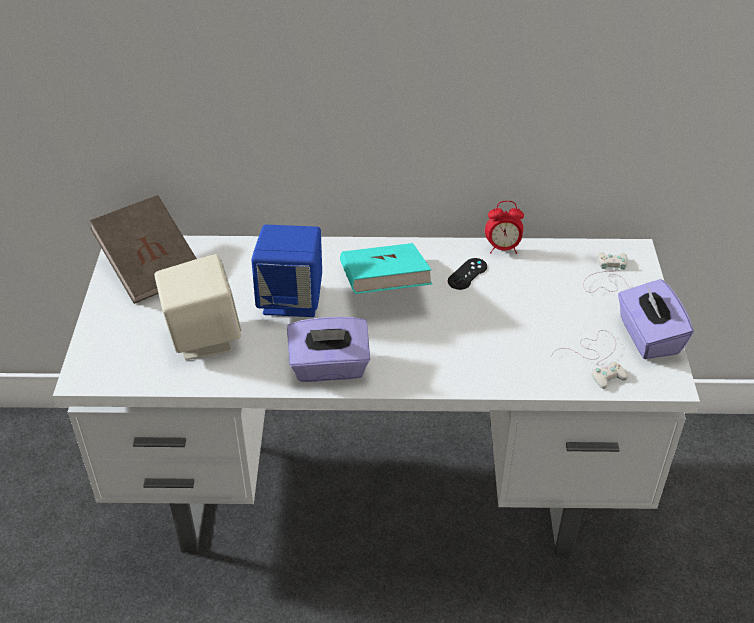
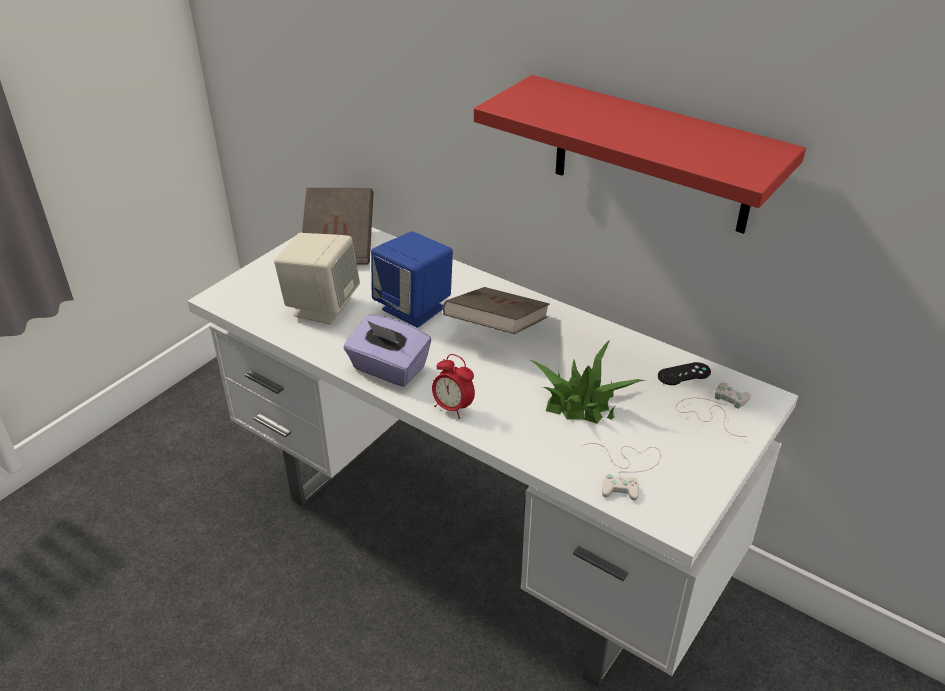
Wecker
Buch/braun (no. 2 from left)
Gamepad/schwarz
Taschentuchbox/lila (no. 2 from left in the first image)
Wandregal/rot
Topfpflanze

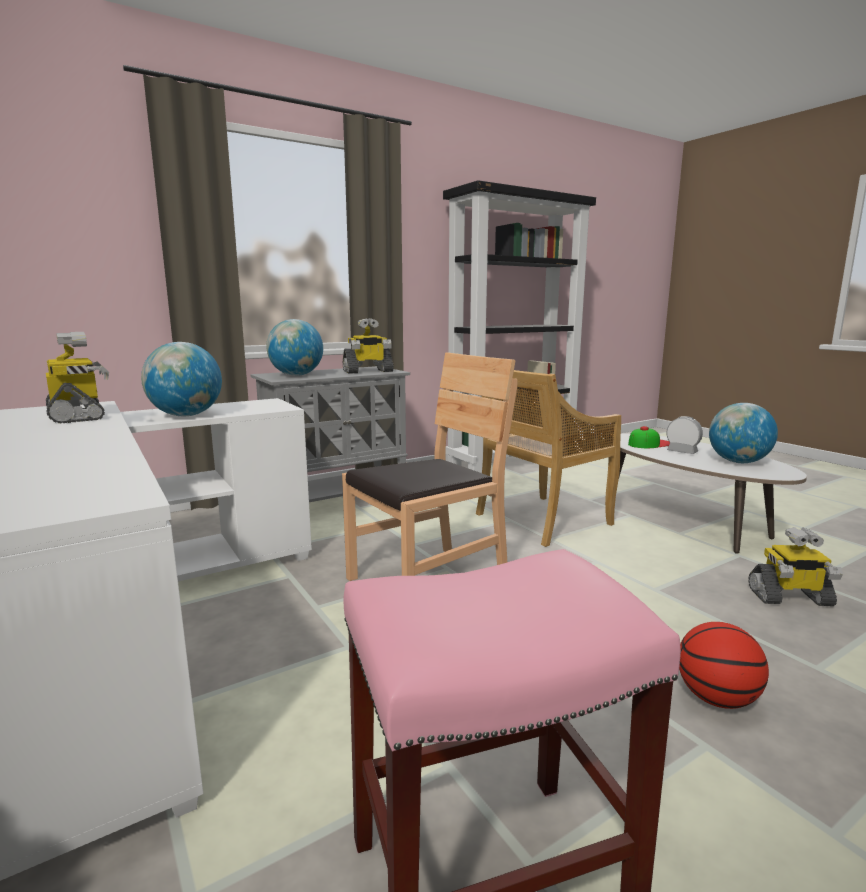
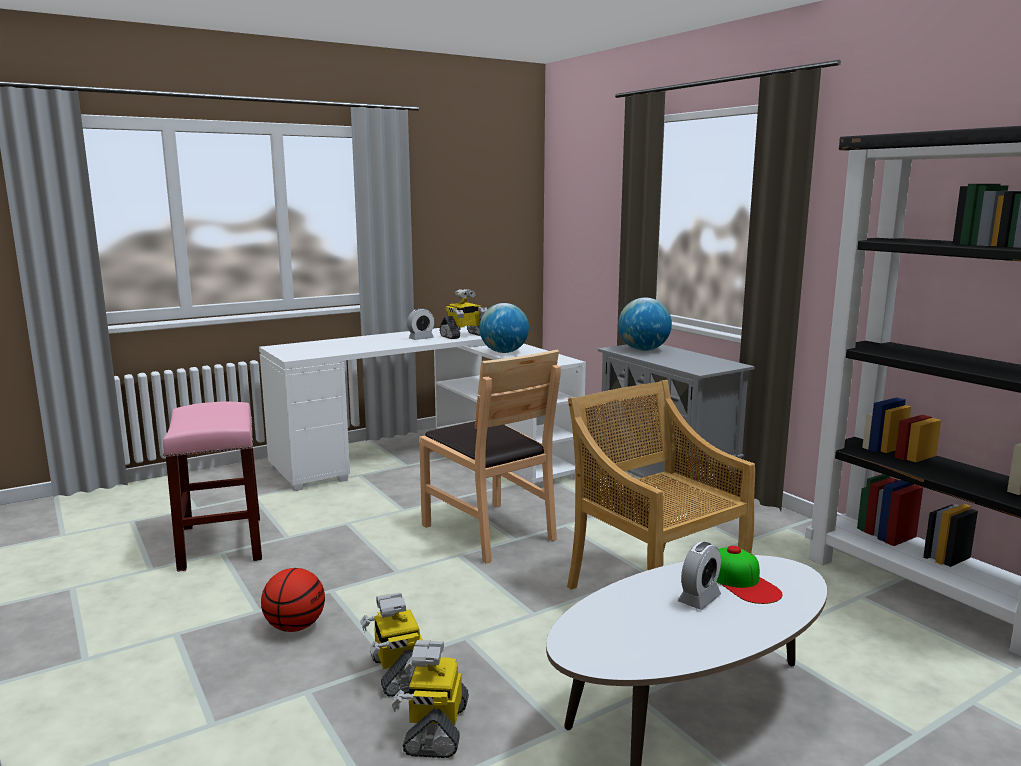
Spielzeugroboter (no. 1 from left)
Globus (no. 3 from left in the first image)
Wecker (no. 1 from left)

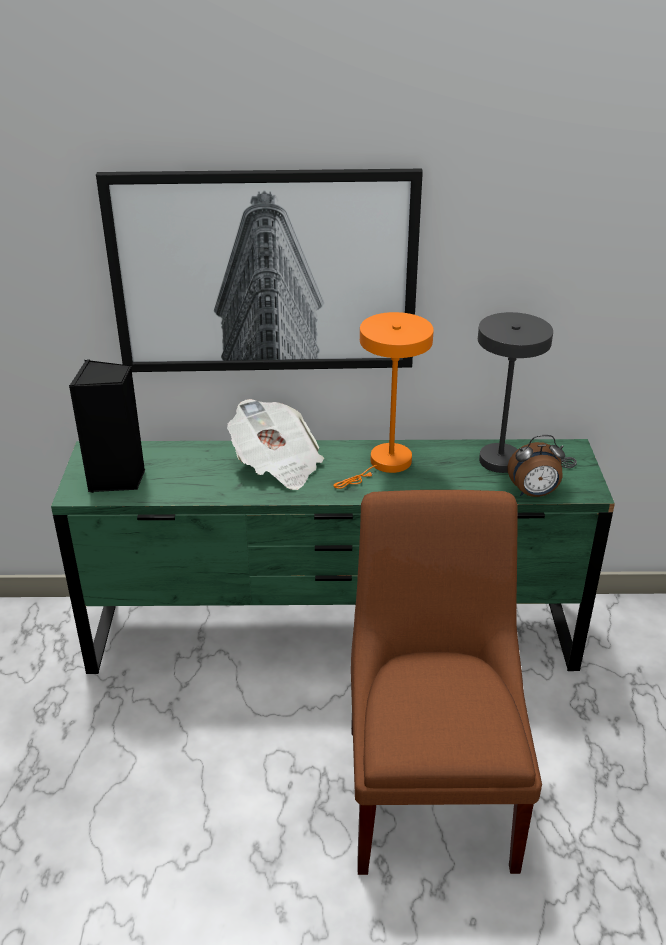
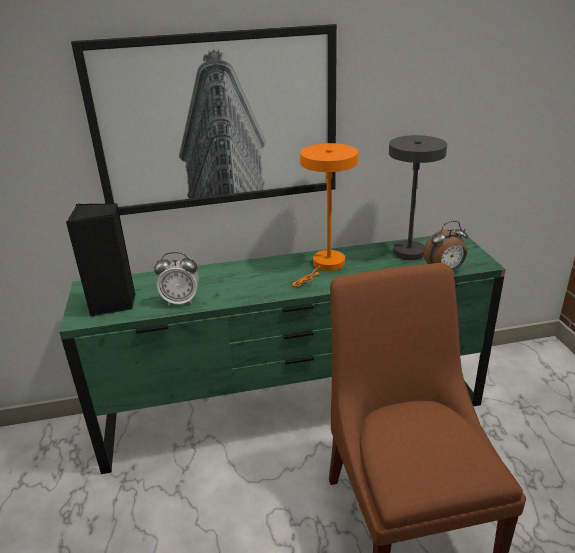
Zeitung
Wecker (no. 1 from left)

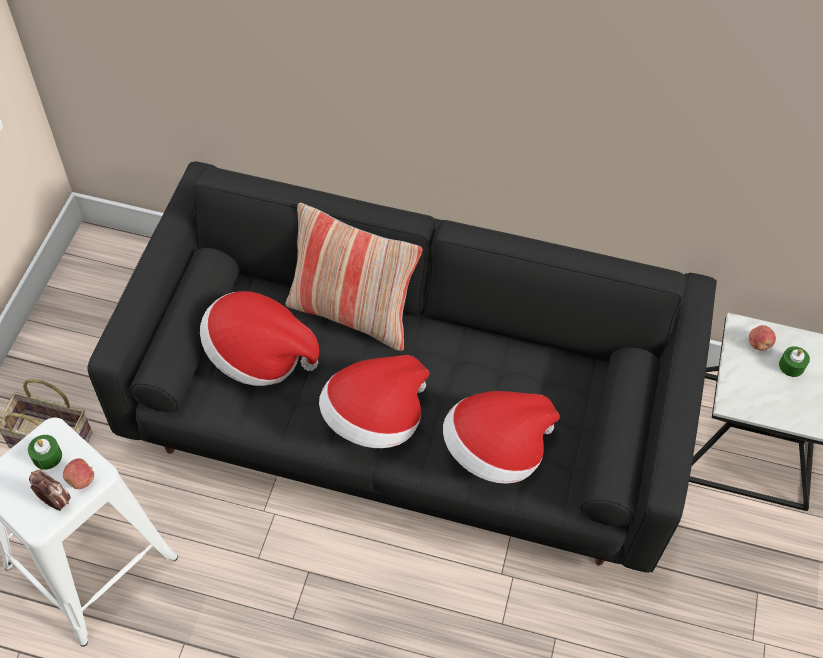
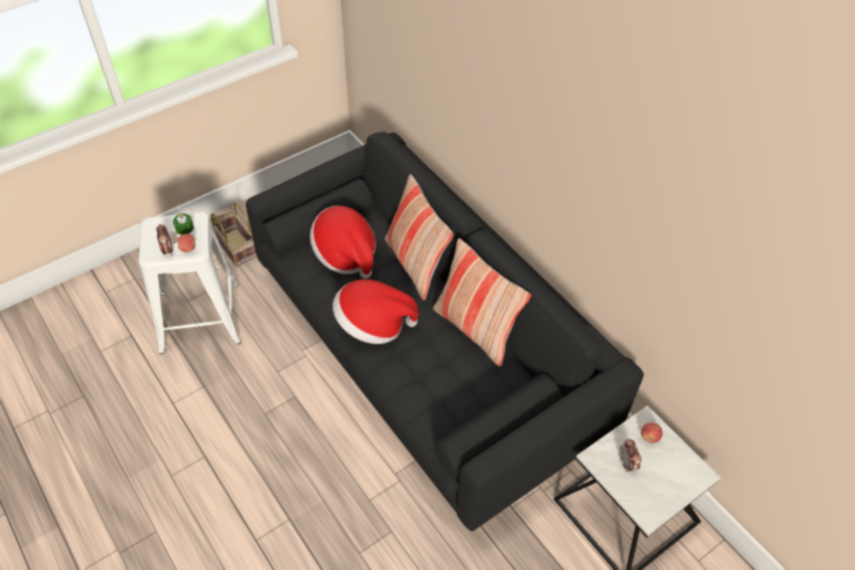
Kerze/grün (no. 2 from left in the first image)
Hut (no. 3 from left in the first image)
Kissen (no. 2 from left)
Wecker (no. 2 from left)

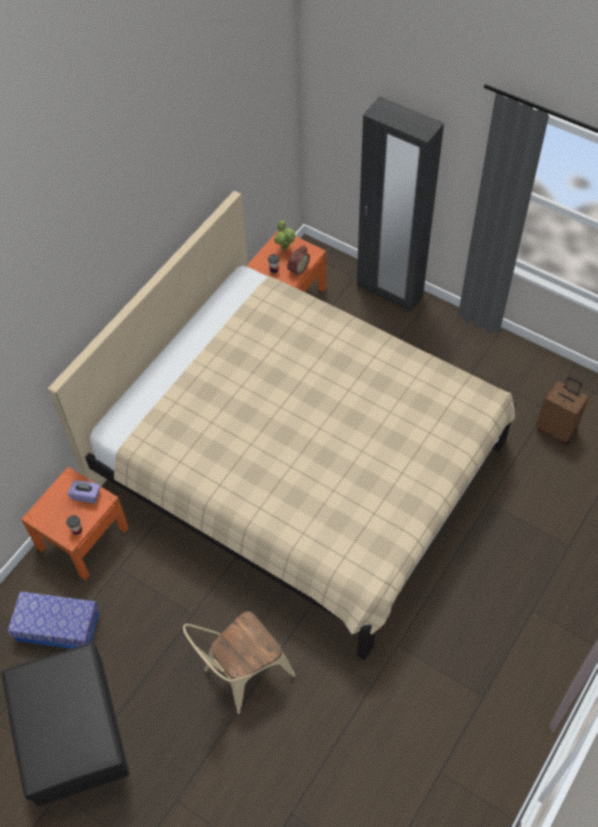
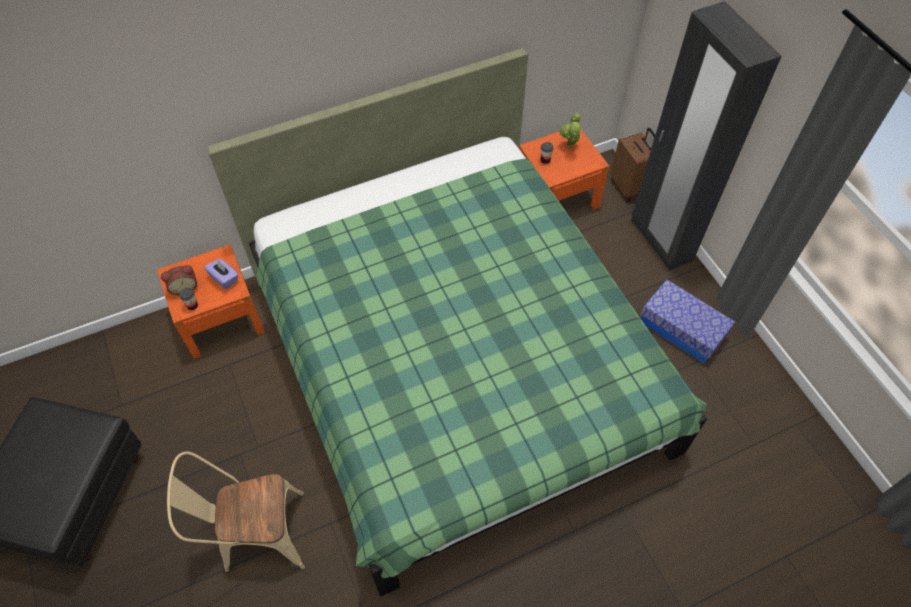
Bett/grün
Wecker
Koffer/braun
Aufbewahrungsbox

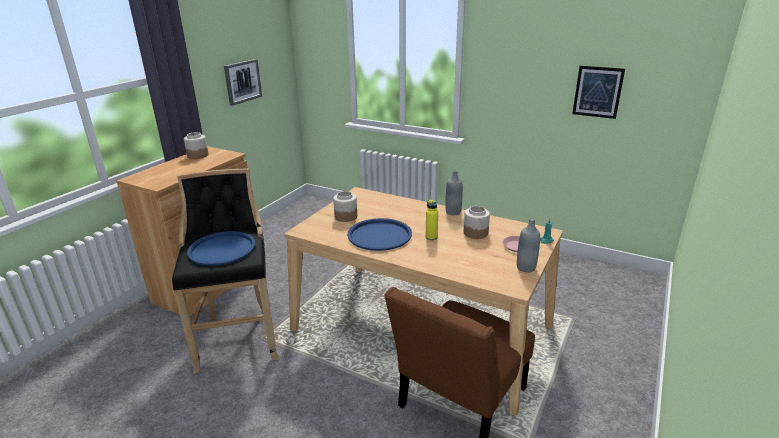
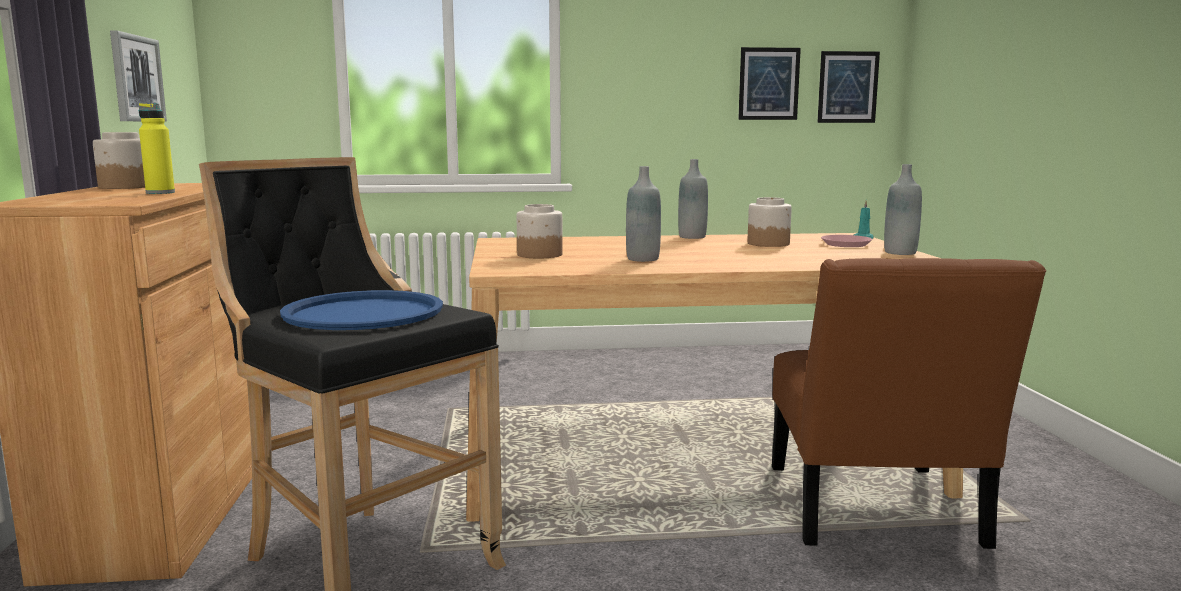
Flasche/gelb
Flasche/grau (no. 1 from left)
Bild (no. 3 from left)

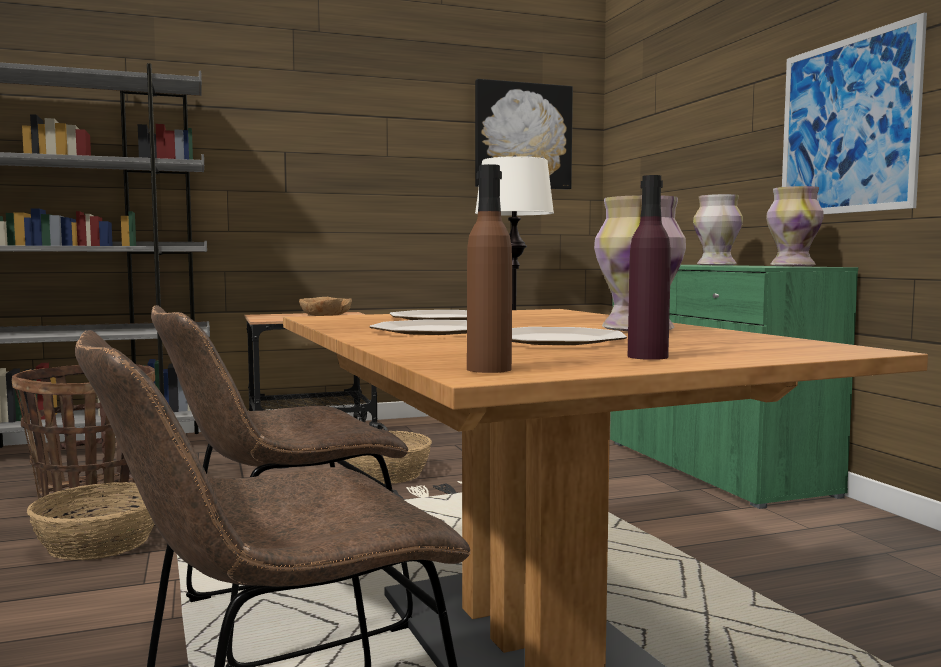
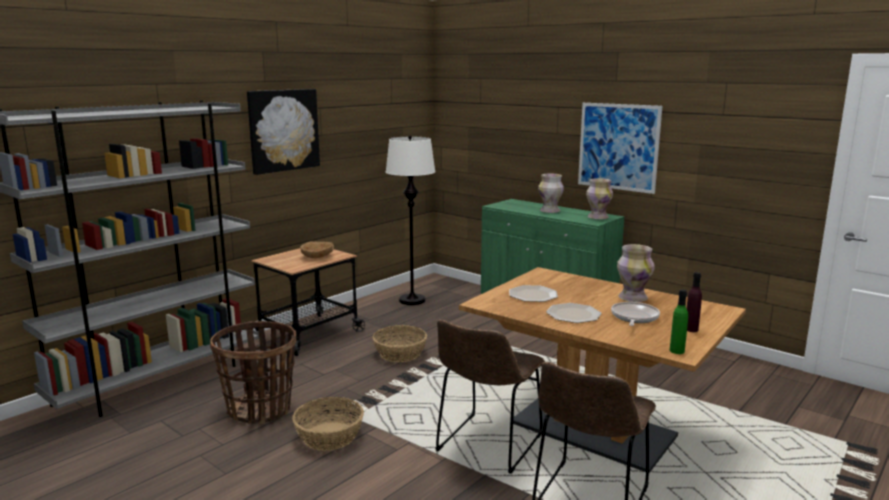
Bild (no. 1 from left)
Flasche/grün
Pfanne

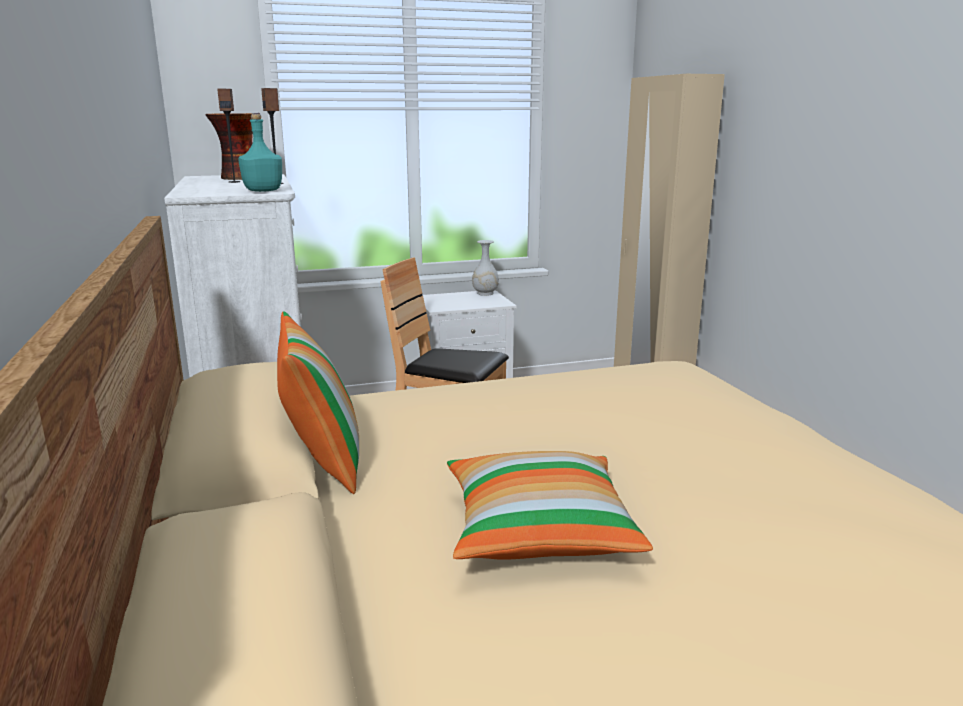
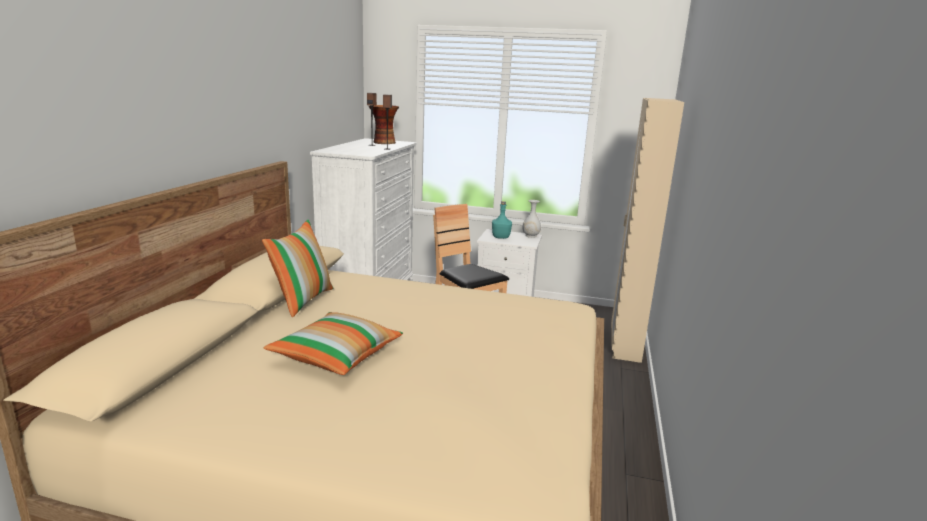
Flasche/türkis

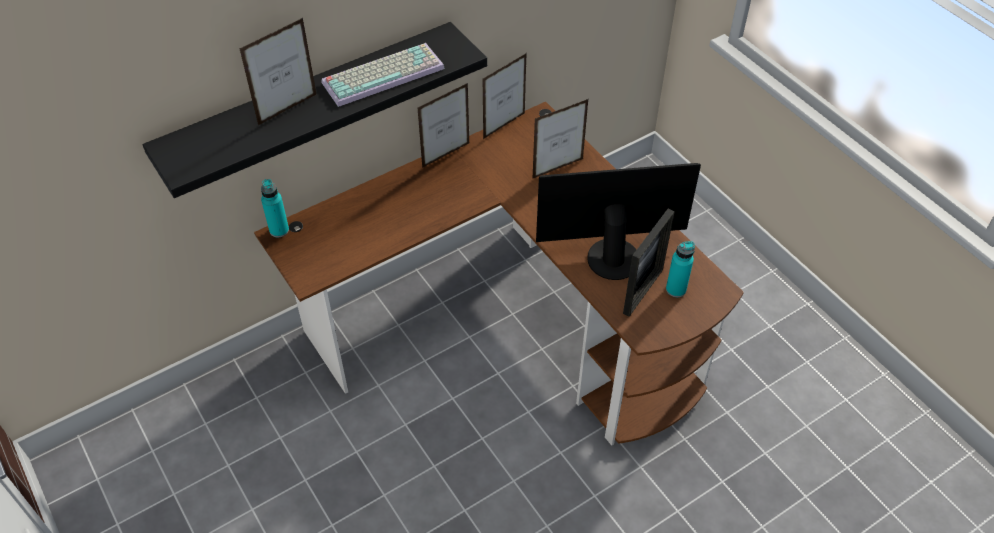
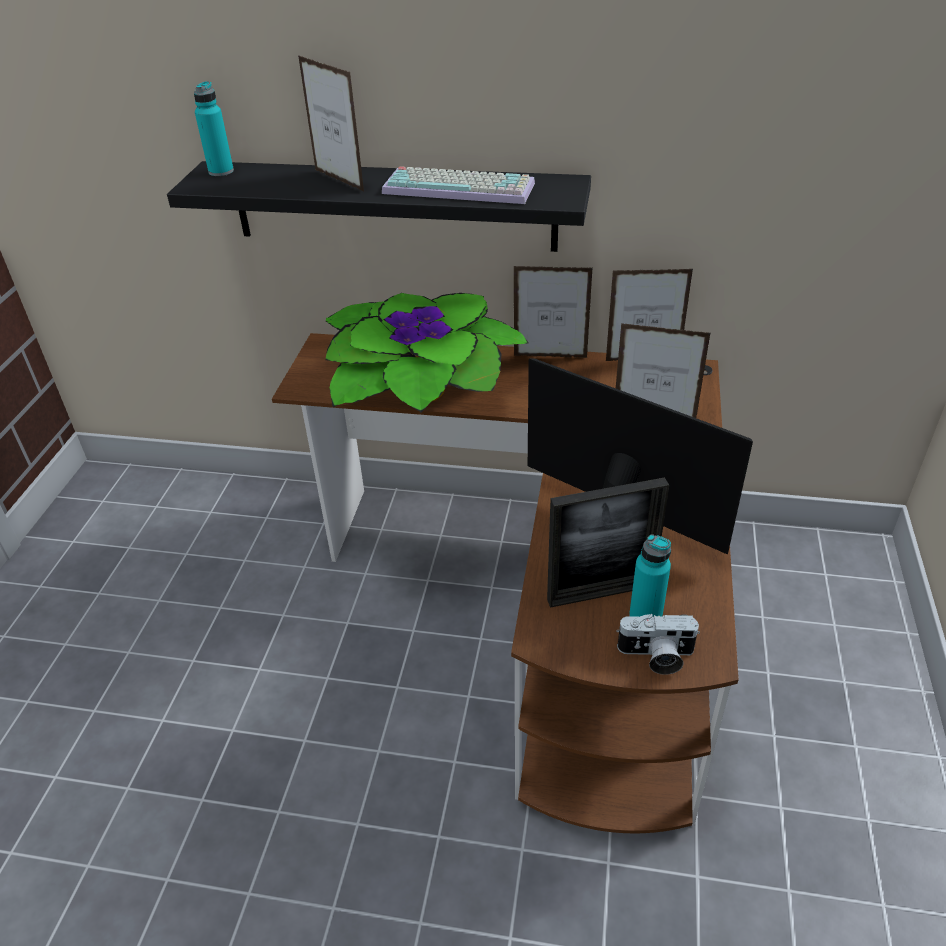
Bilderrahmen (no. 1 from left)
Flasche/türkis (no. 1 from left)
Topfpflanze
Kamera

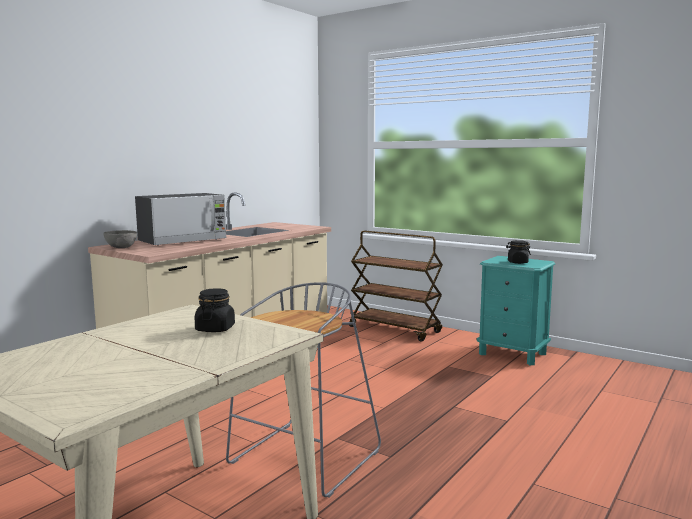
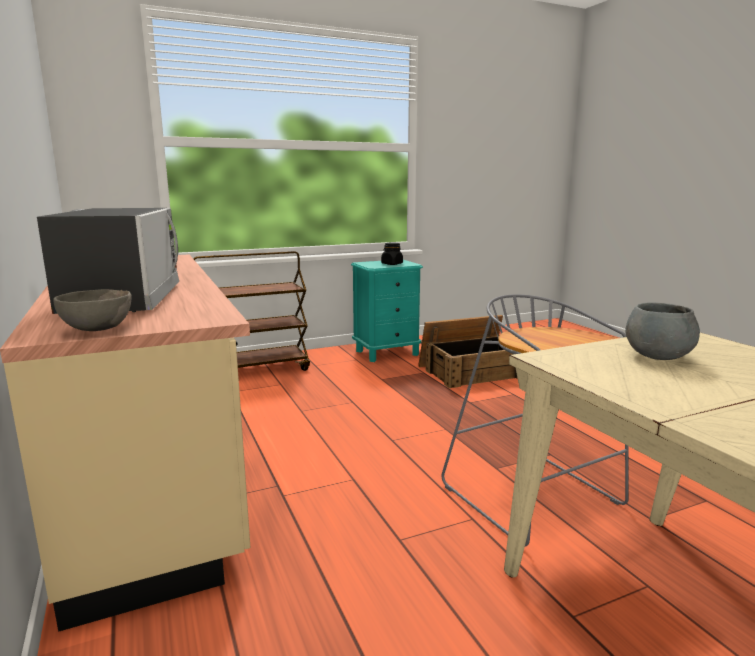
Schüssel/grau (no. 2 from left)
Kiste

